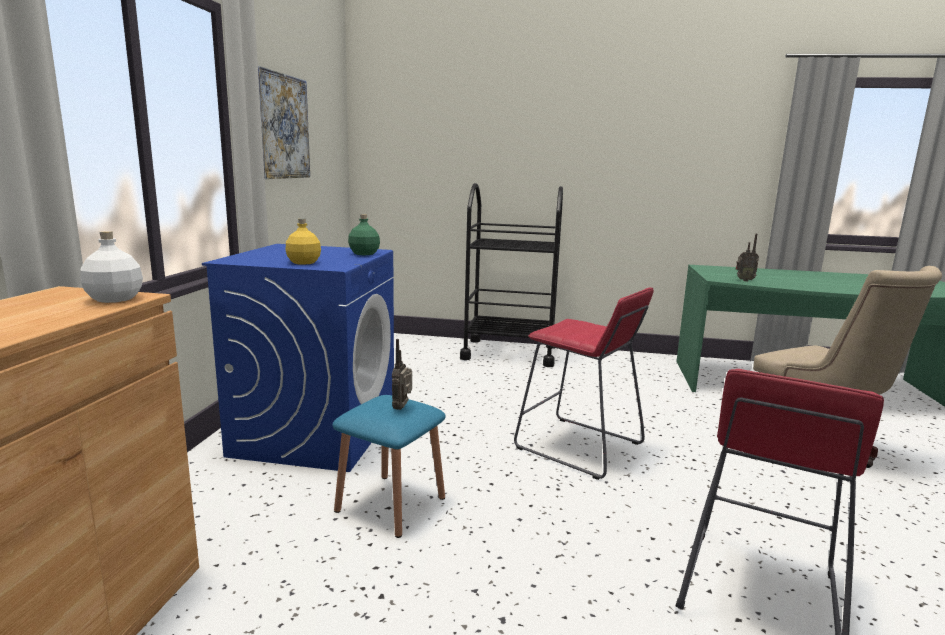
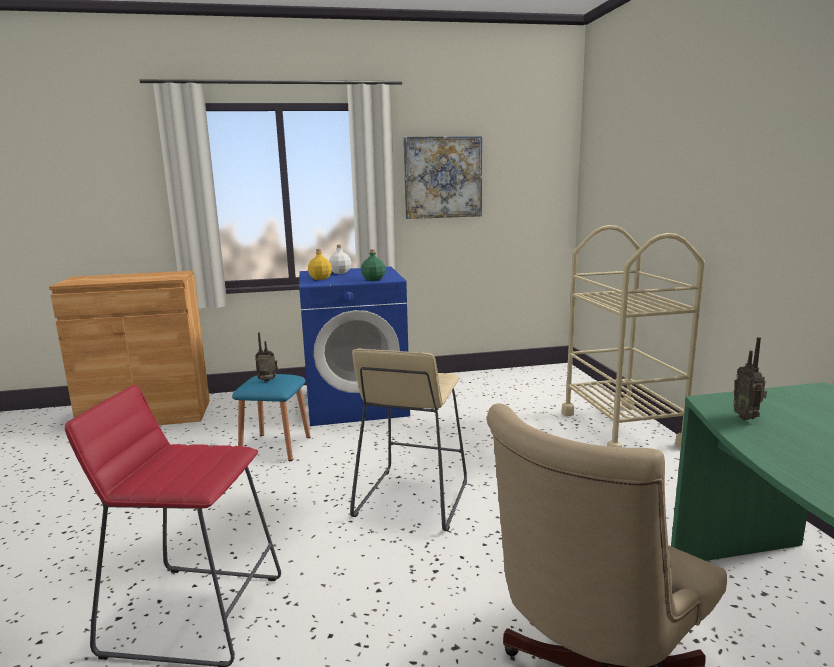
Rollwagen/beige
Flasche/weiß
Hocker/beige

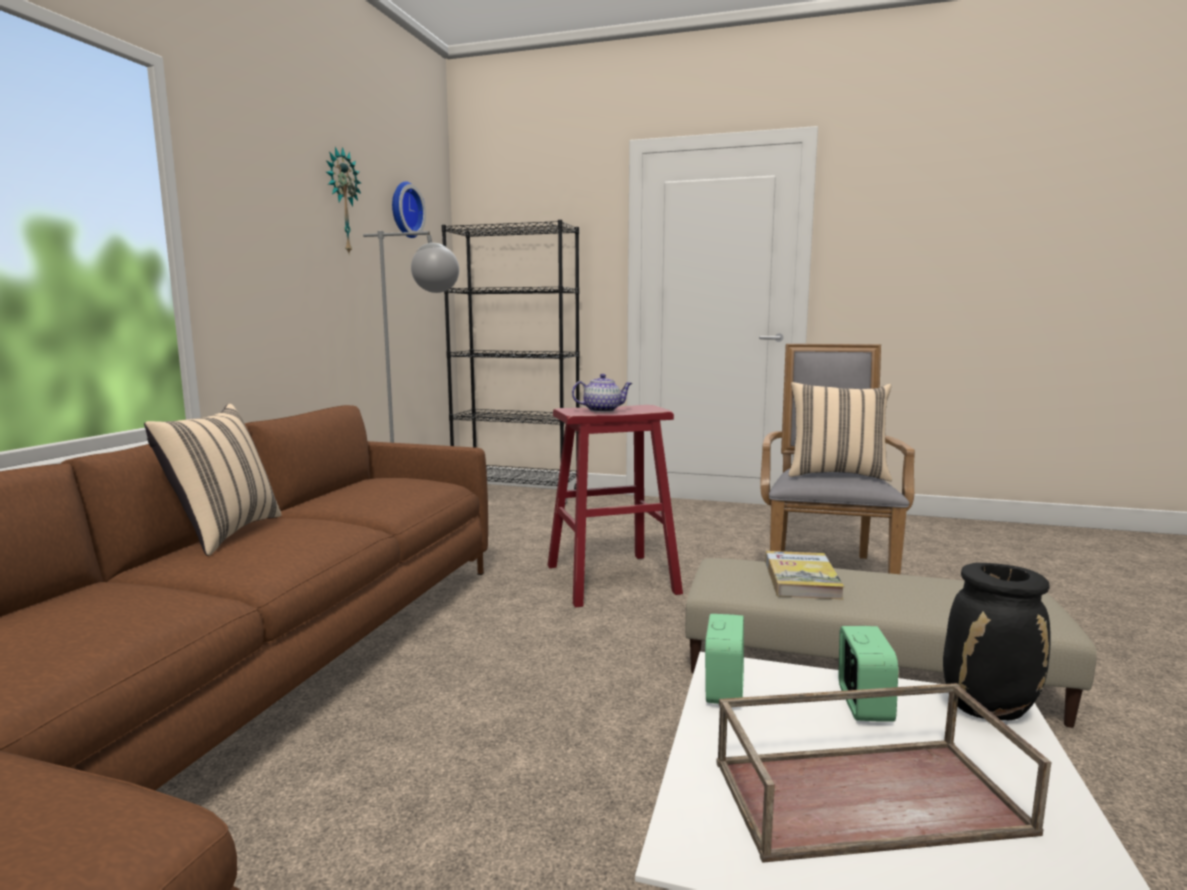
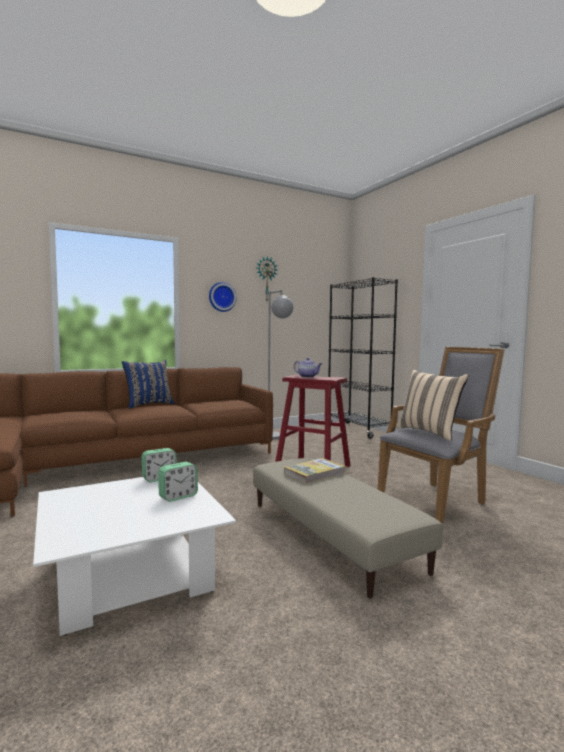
Wanduhr (no. 1 from left)
Kissen/blau
Vase/schwarz
Tablett/braun

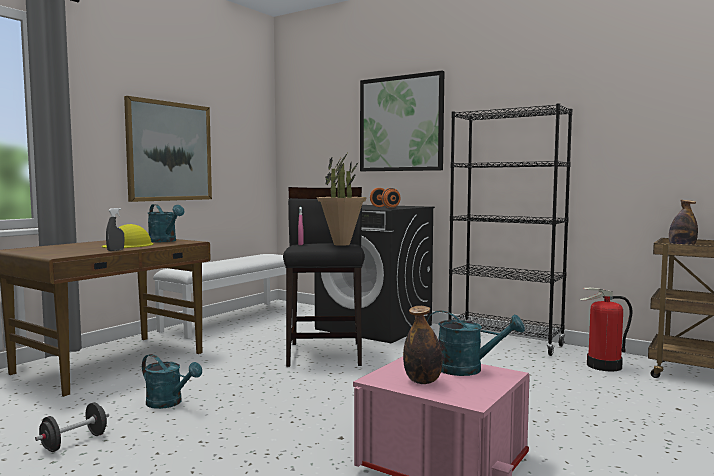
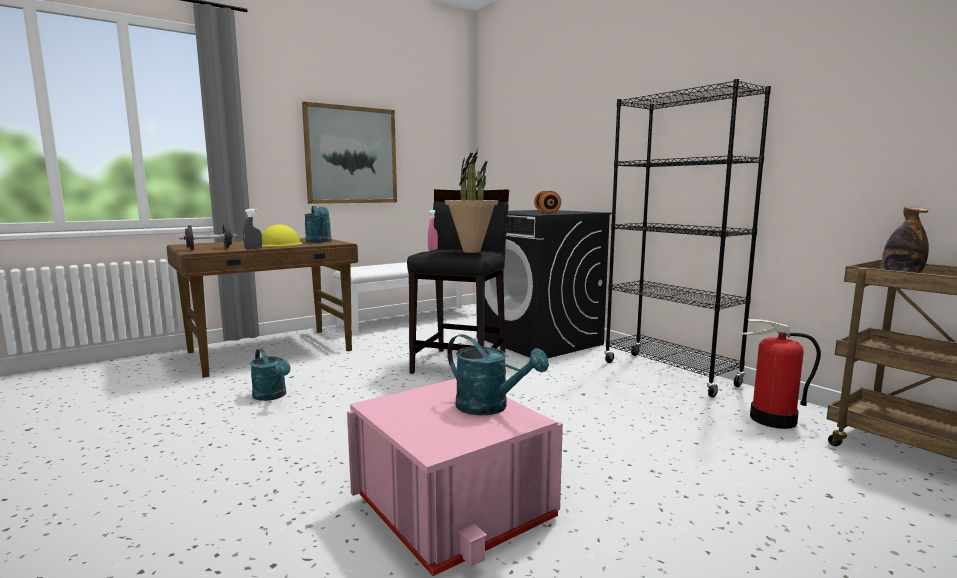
Bild (no. 2 from left in the first image)
Flasche (no. 1 from left in the first image)
Hantel/schwarz

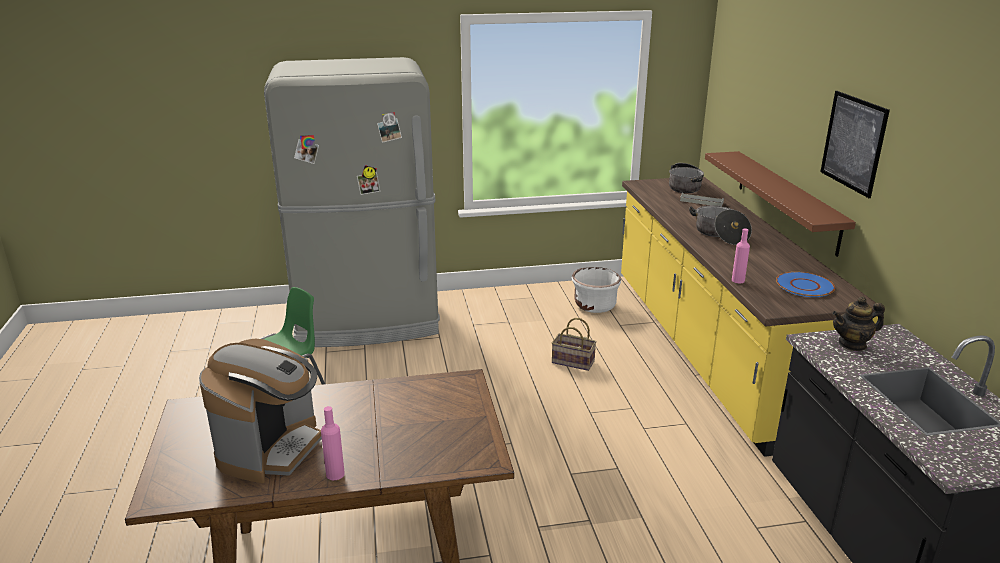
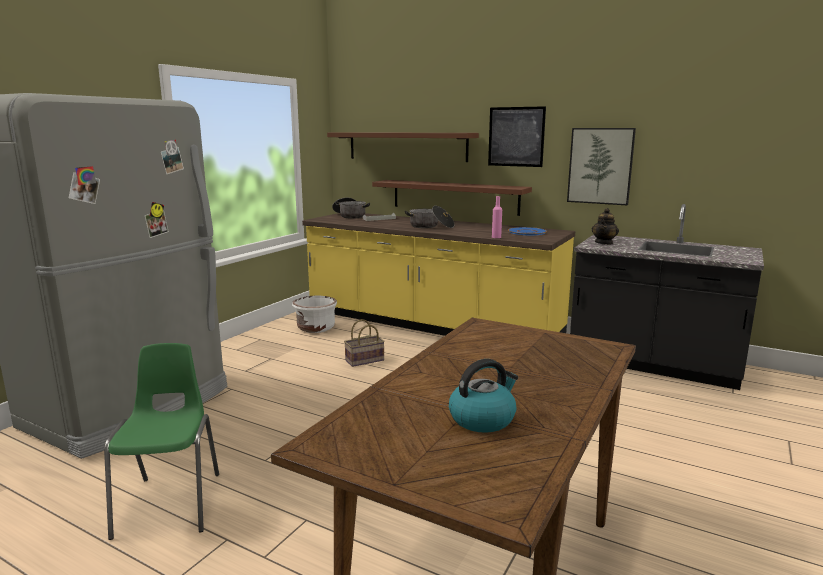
Wasserkessel
Flasche/rosa (no. 1 from left in the first image)
Bild (no. 2 from left)
Wandregal/braun (no. 1 from left)

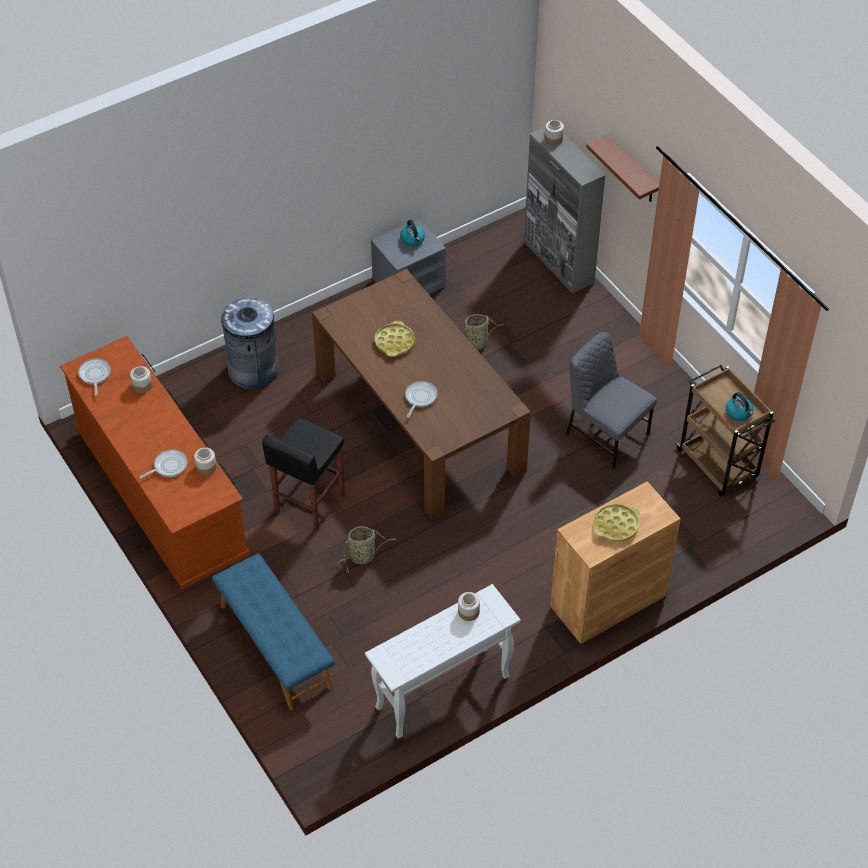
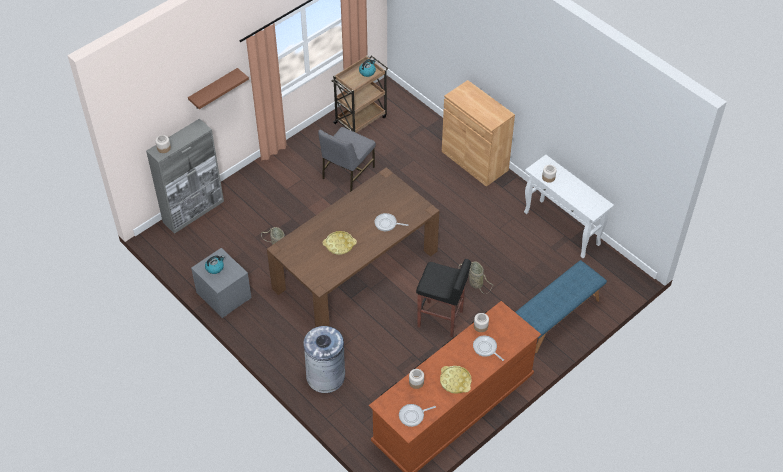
Tablett/gelb (no. 2 from left)

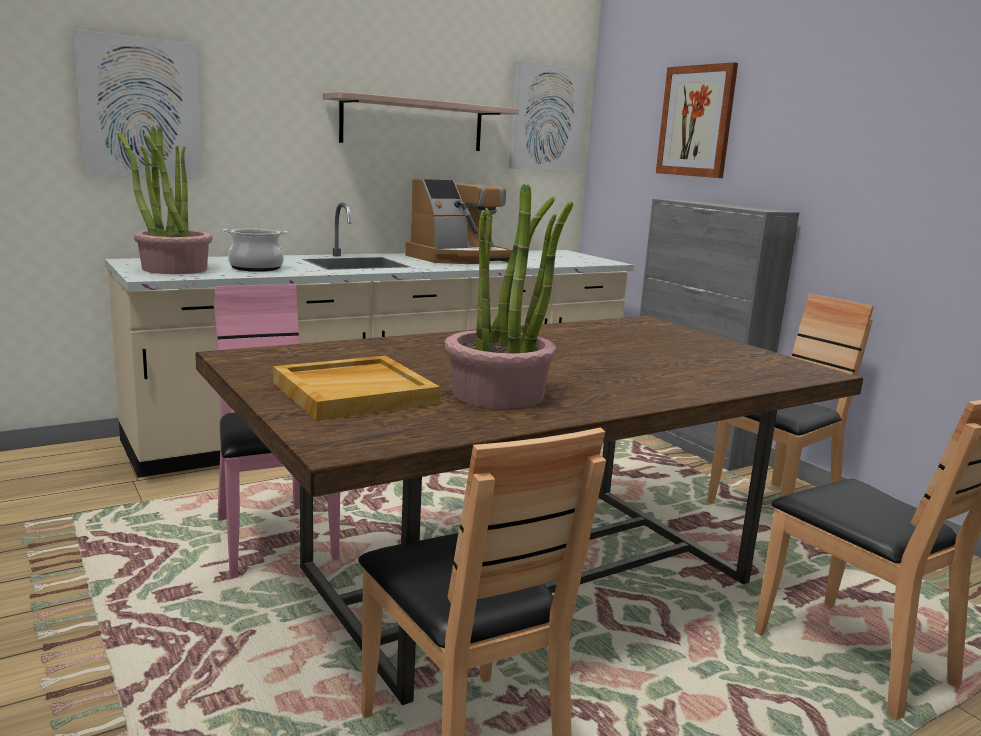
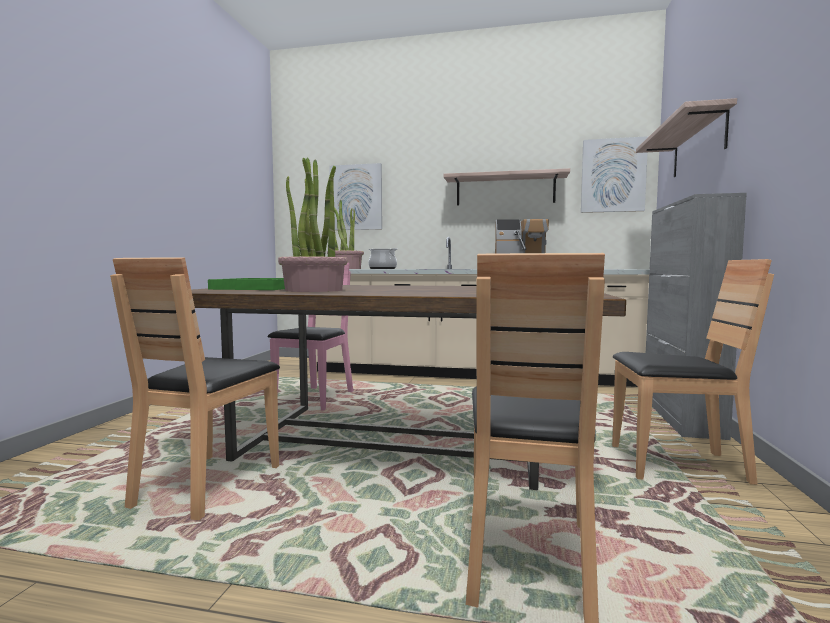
Wandregal (no. 2 from left)
Tablett/grün

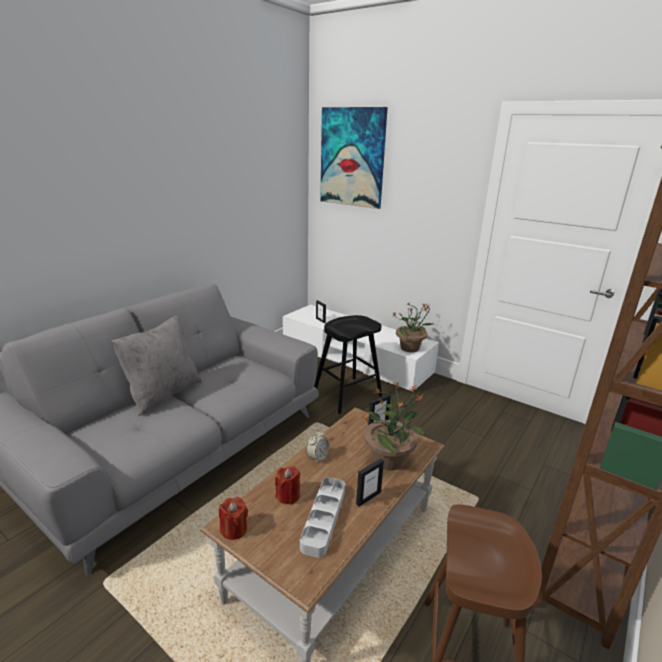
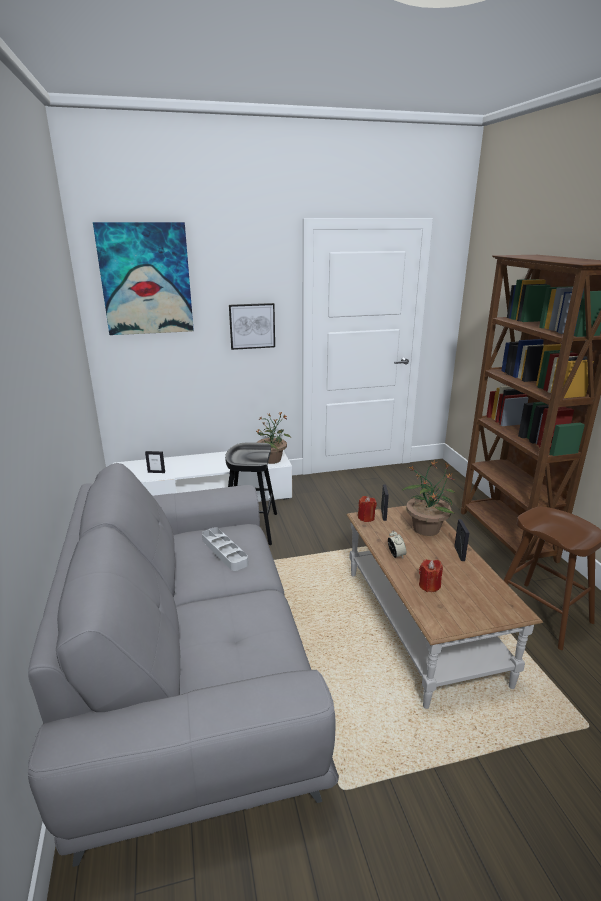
Kissen/grau
Tablett/grau
Kerze/rot (no. 1 from left)
Bild (no. 2 from left)

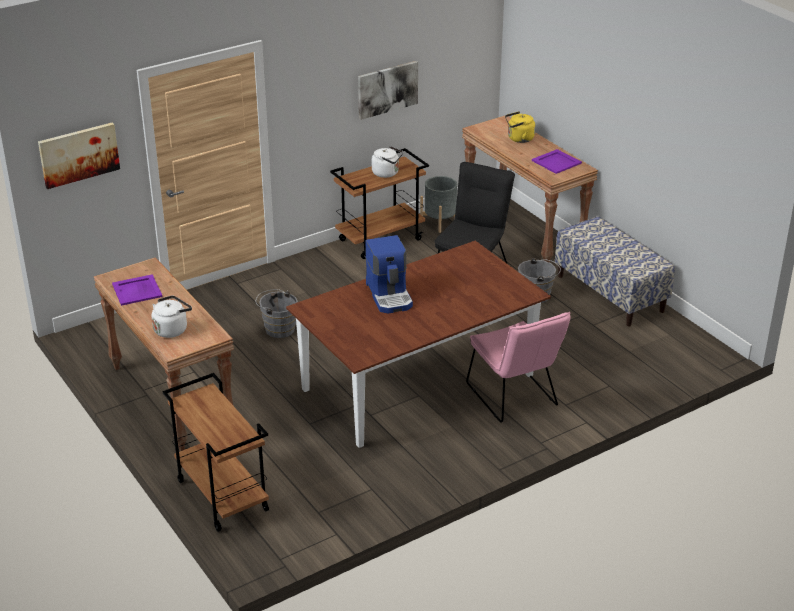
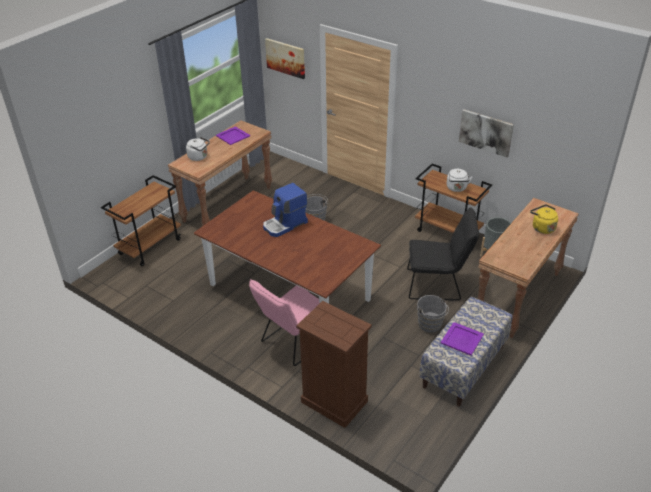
Tablett/lila (no. 2 from left)
Kommode/braun

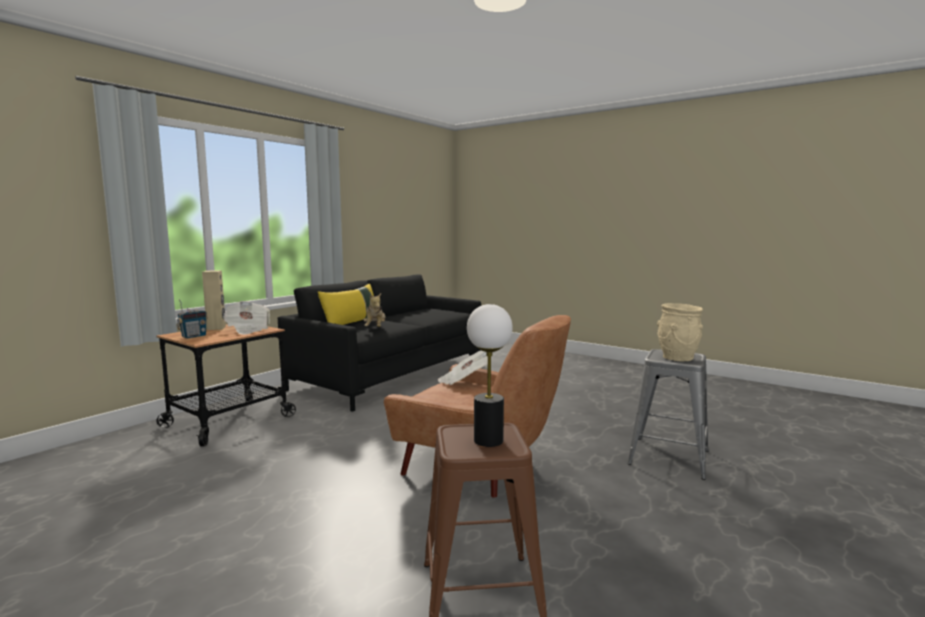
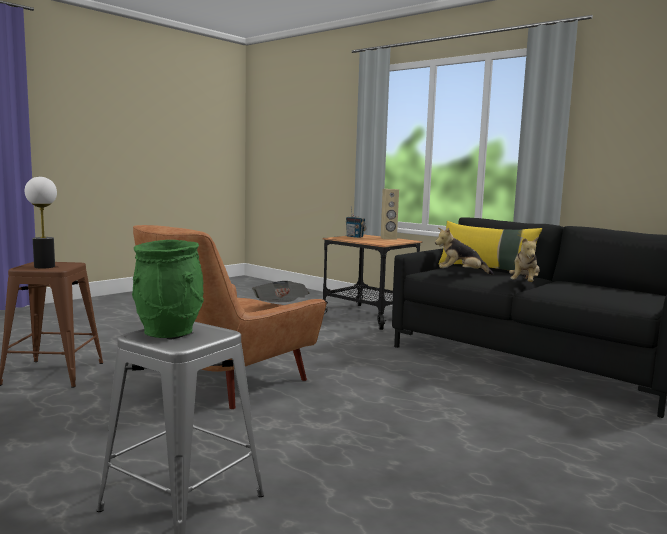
Zeitung (no. 1 from left in the first image)
Vase/grün
Plüschtier (no. 2 from left)

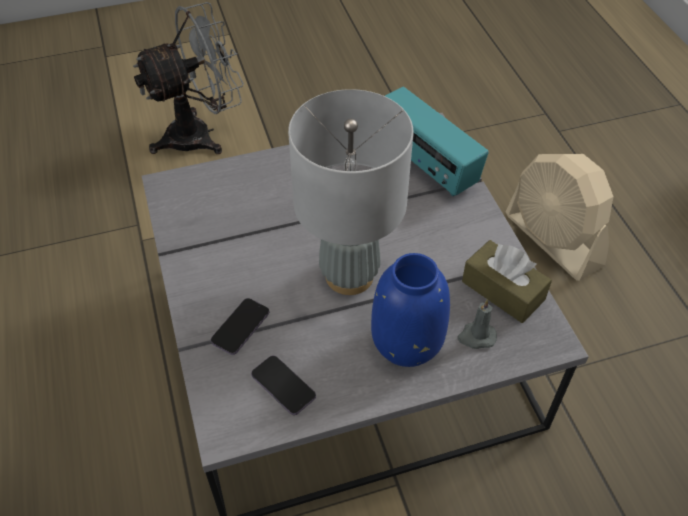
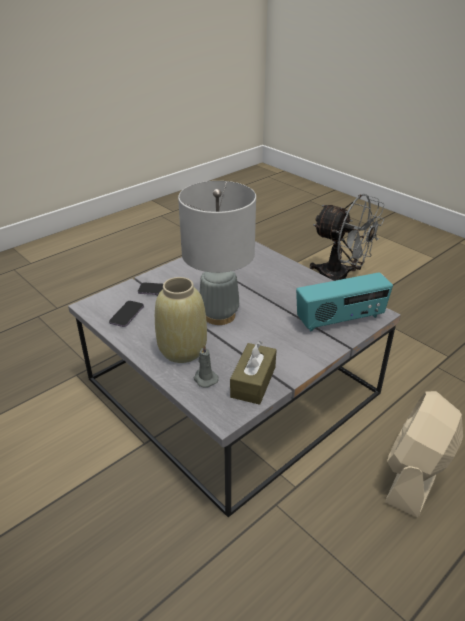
Radio
Vase/beige

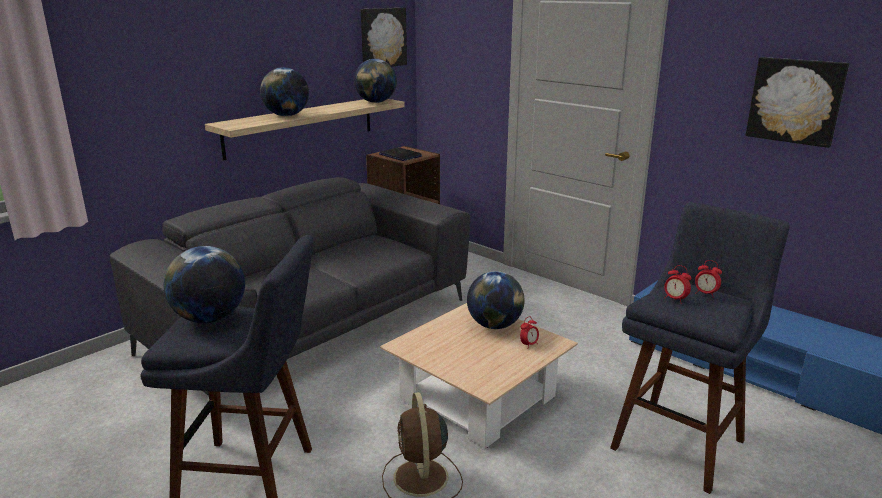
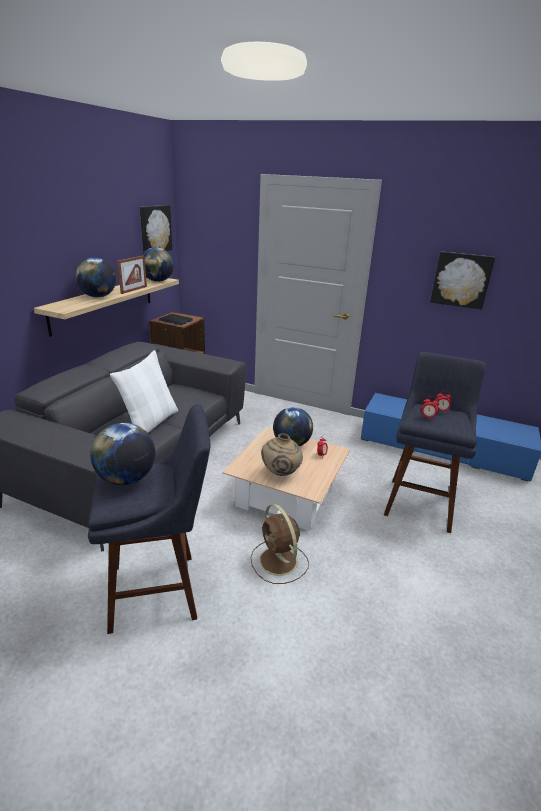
Bilderrahmen
Kissen/weiß
Vase/beige

